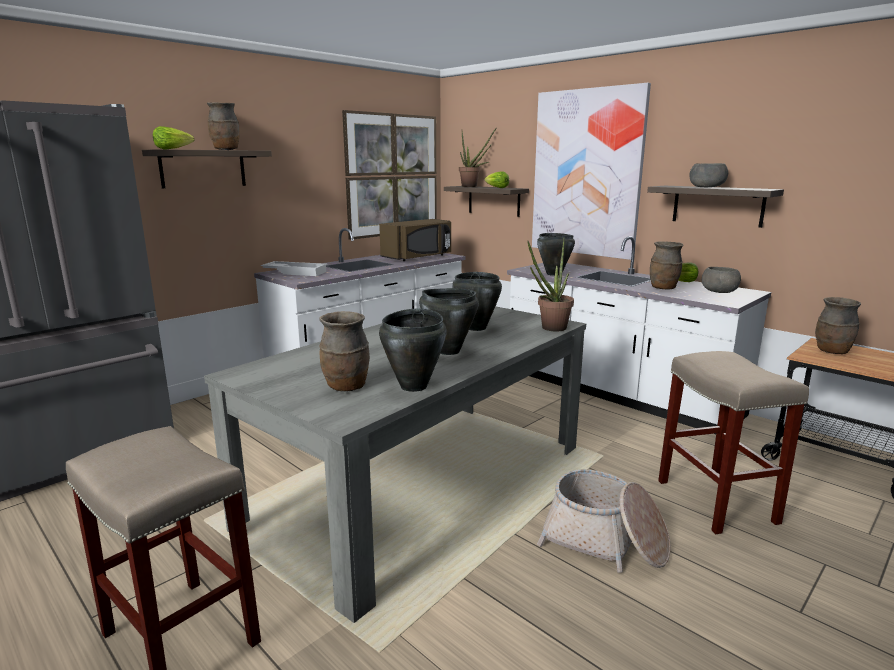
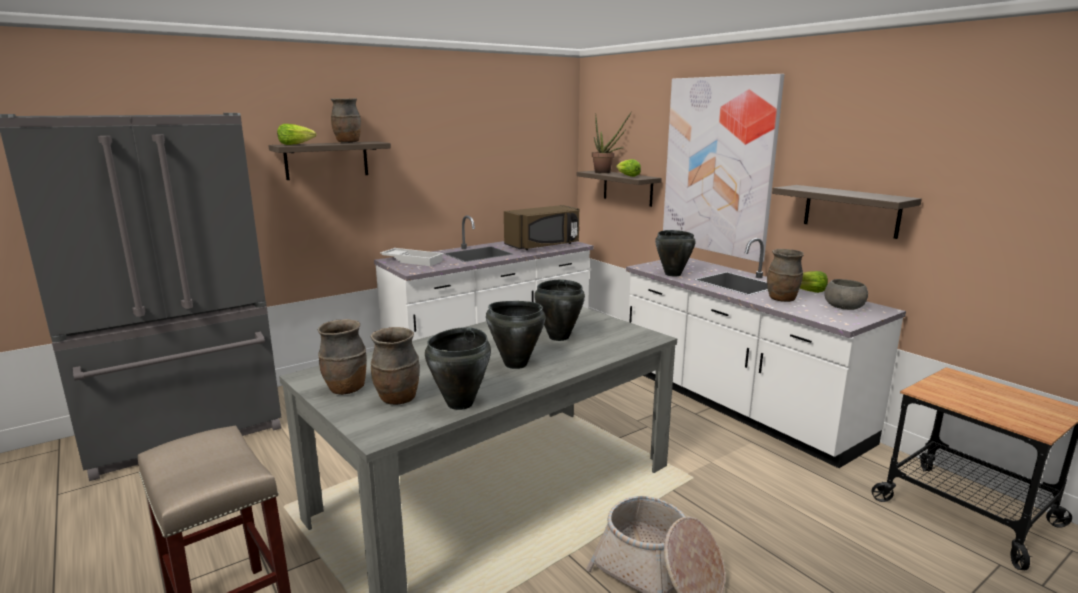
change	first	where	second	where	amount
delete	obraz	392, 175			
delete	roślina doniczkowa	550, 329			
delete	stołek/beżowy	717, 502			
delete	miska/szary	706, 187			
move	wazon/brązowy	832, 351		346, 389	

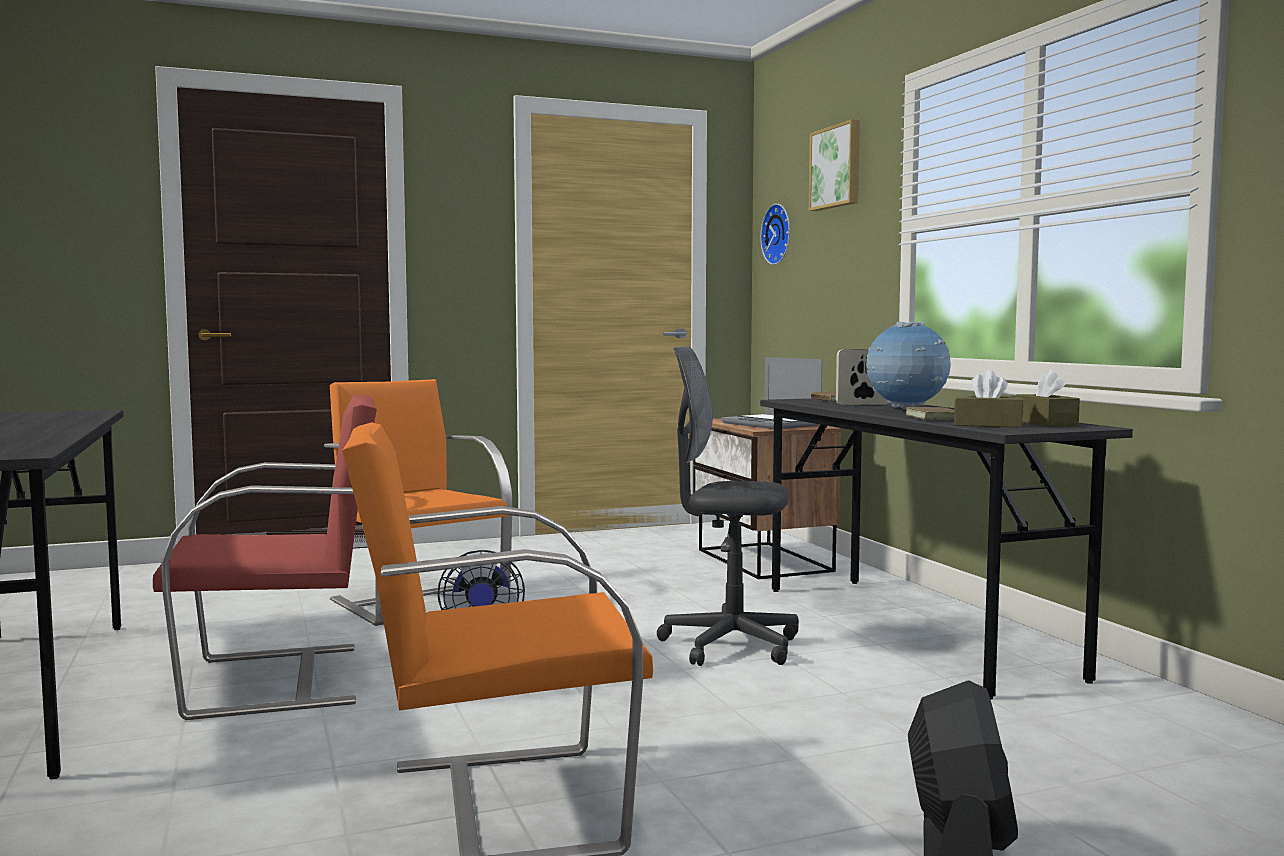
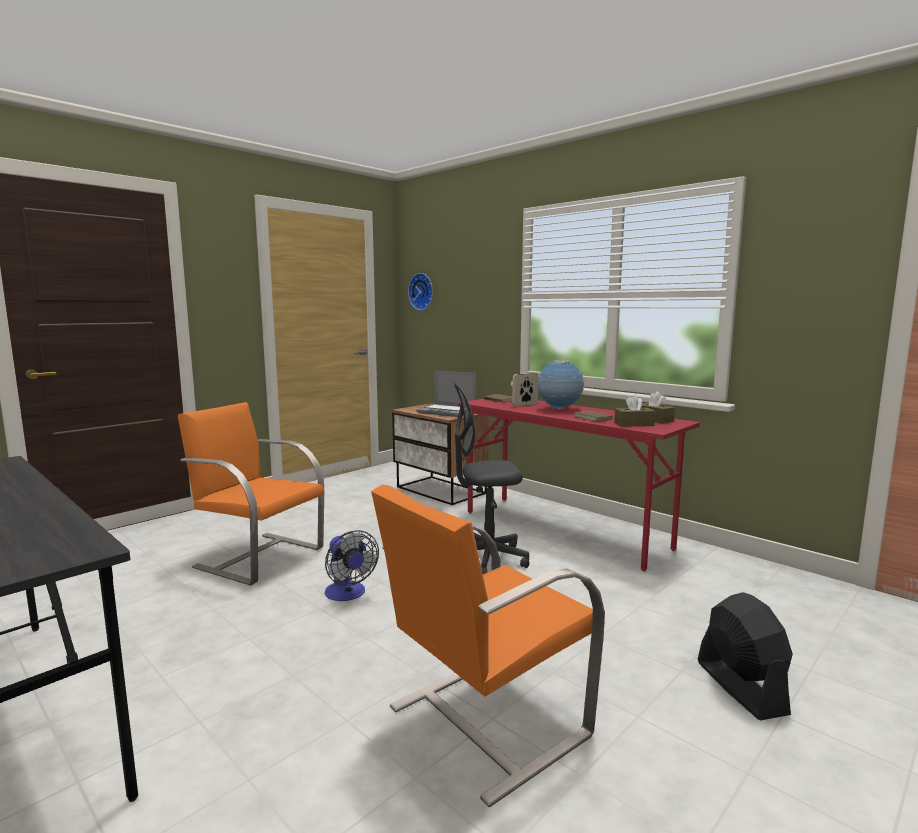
change	first	where	second	where	amount
delete	krzesło/czerwony	280, 680			
delete	obraz	837, 167			
recolor	biurko/szary	911, 630	biurko/czerwony	564, 530	

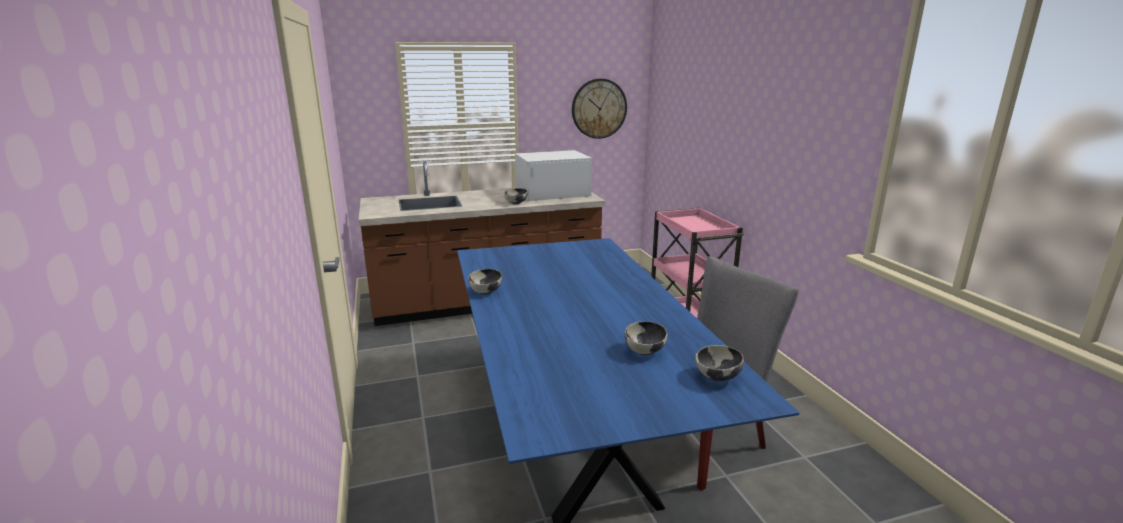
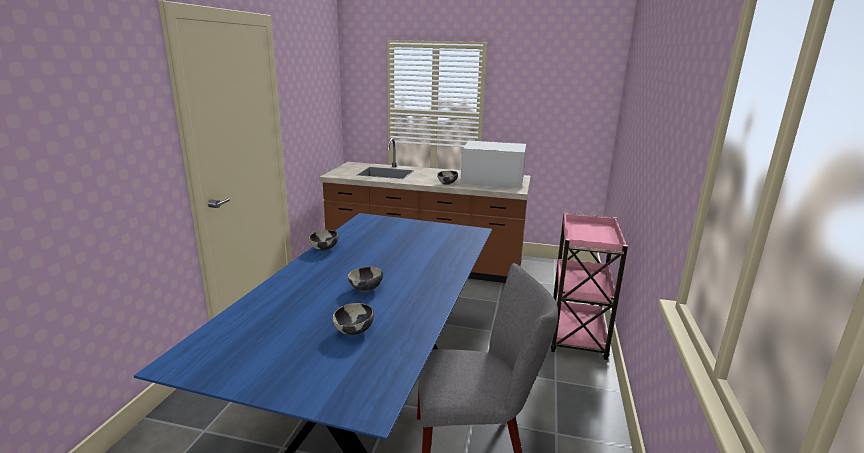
change	first	where	second	where	amount
delete	zegar ścienny	599, 108			
move	miska	717, 377		365, 289	

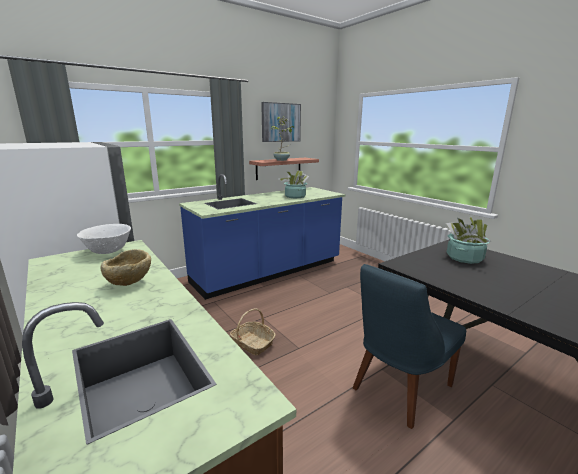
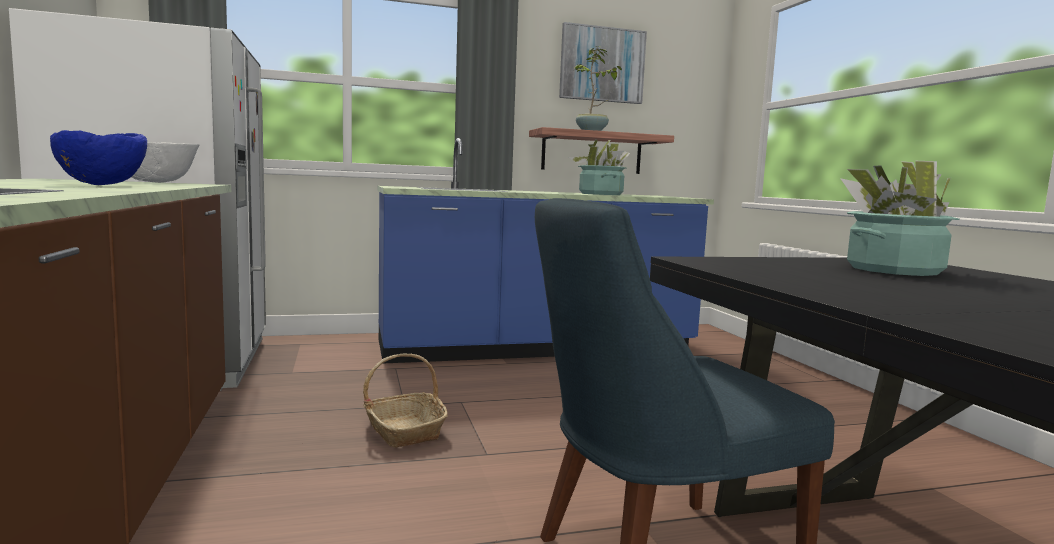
change	first	where	second	where	amount
recolor	miska/beżowy	130, 283	miska/niebieski	103, 185	

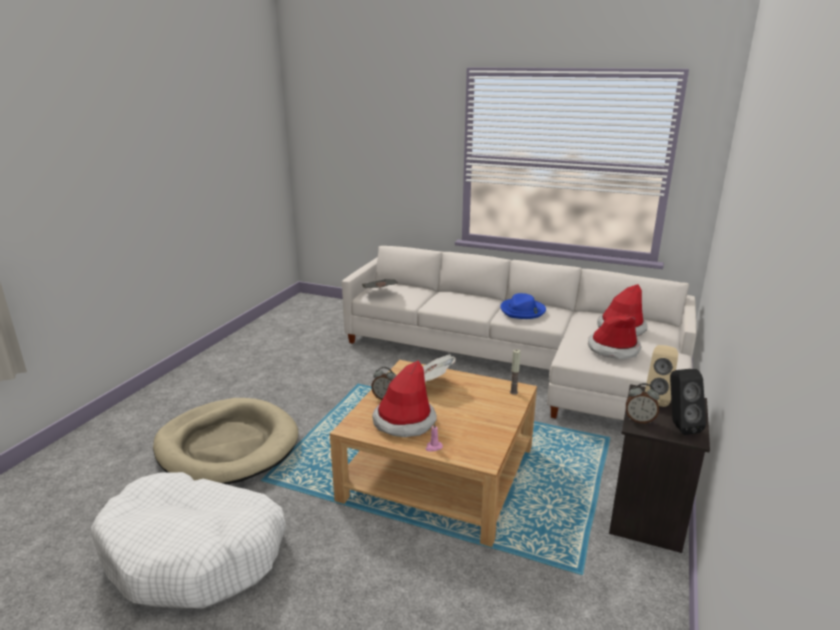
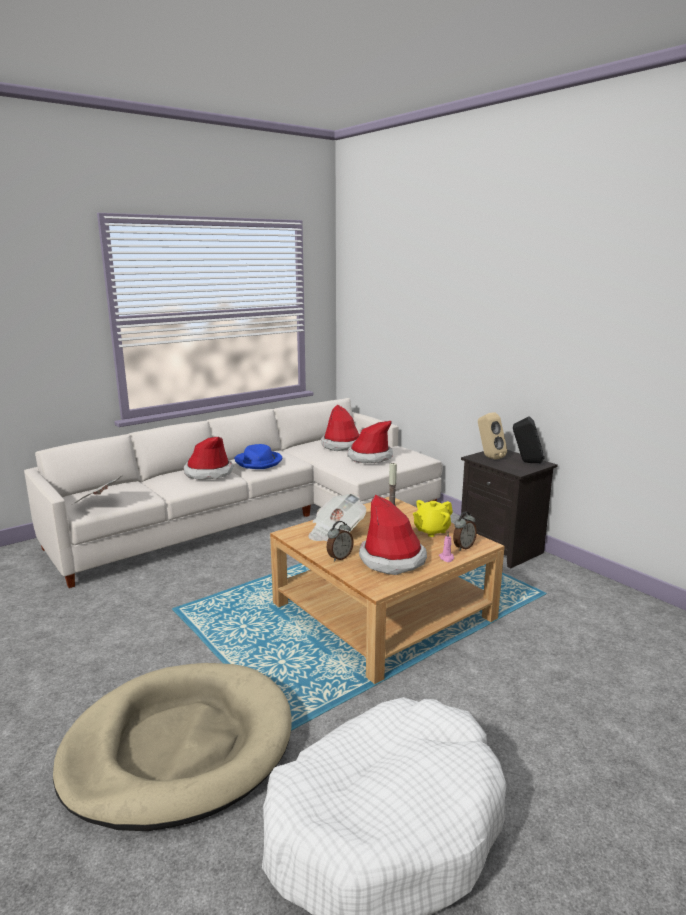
change	first	where	second	where	amount
insert			kapelusz	208, 473	
insert			imbryk/żółty	431, 530	
move	budzik	639, 420		463, 547	

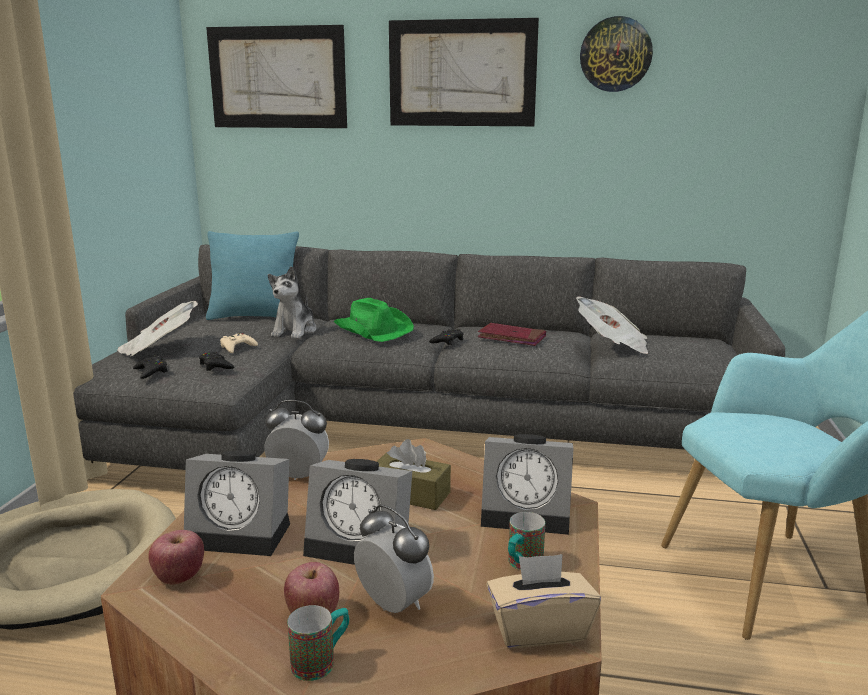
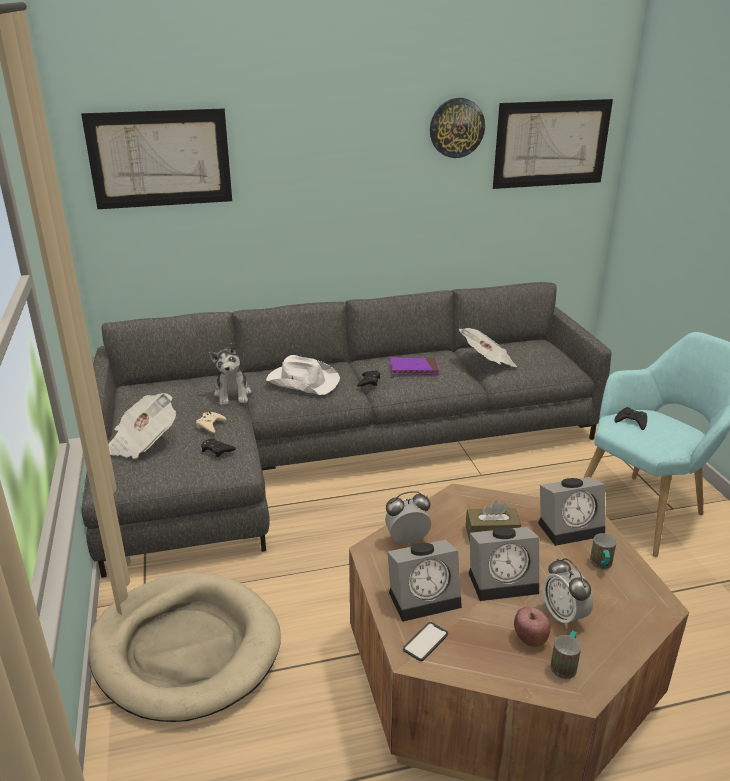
change	first	where	second	where	amount
delete	poduszka/turkusowy	255, 317			
delete	pudełko chusteczek/beżowy	539, 628			
move	pad do gier/czarny	151, 371		631, 421	
move	obraz	462, 73		551, 144	
replace	jabłko	179, 577	telefon	425, 642	
recolor	kapelusz/zielony	373, 329	kapelusz/biały	302, 381	
recolor	książka/czerwony	512, 338	książka/fioletowy	414, 369	
rotate	budzik	393, 605		563, 616	135 degrees counterclockwise

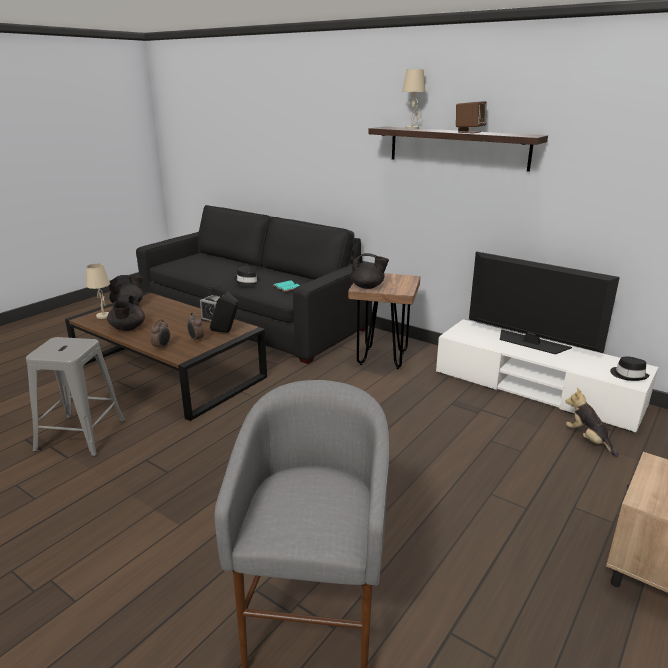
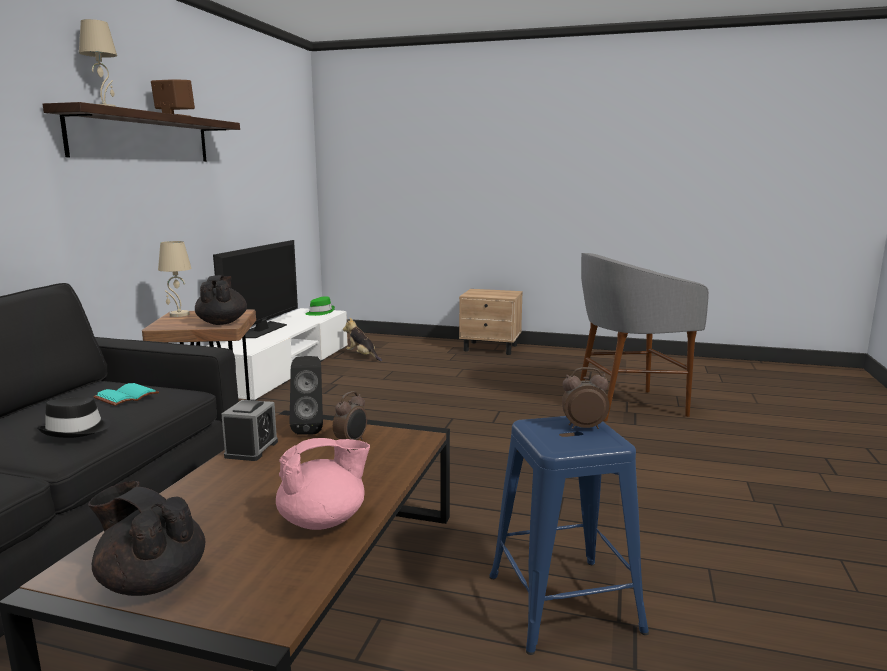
change	first	where	second	where	amount
move	lampa stołowa/beżowy	103, 316		179, 315	
move	budzik	162, 347		583, 427	
recolor	stołek/szary	81, 435	stołek/niebieski	563, 603	
recolor	imbryk/czarny	127, 328	imbryk/różowy	324, 521	
recolor	kapelusz/czarny	628, 375	kapelusz/zielony	320, 312	
rotate	pluszak	588, 440		362, 356	90 degrees clockwise

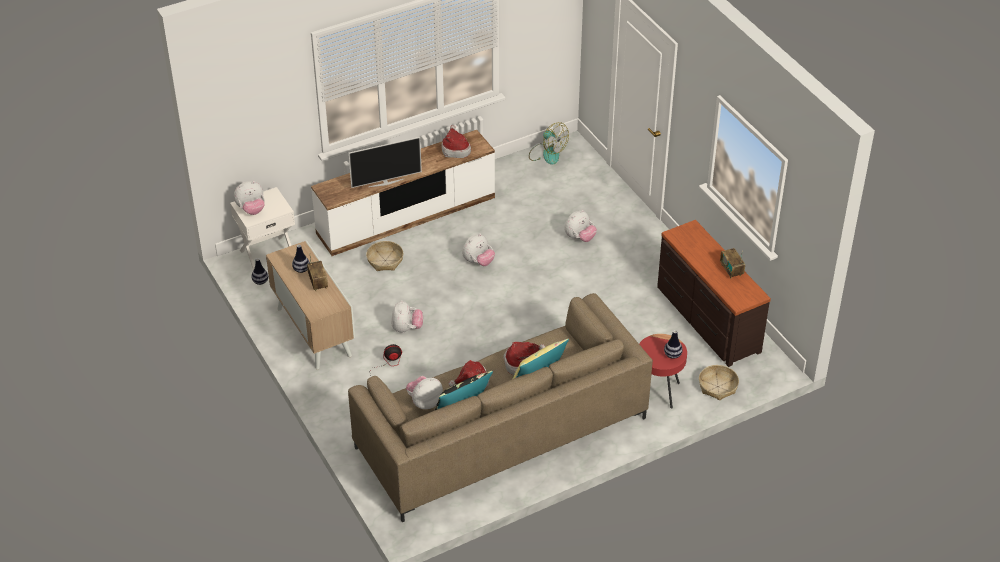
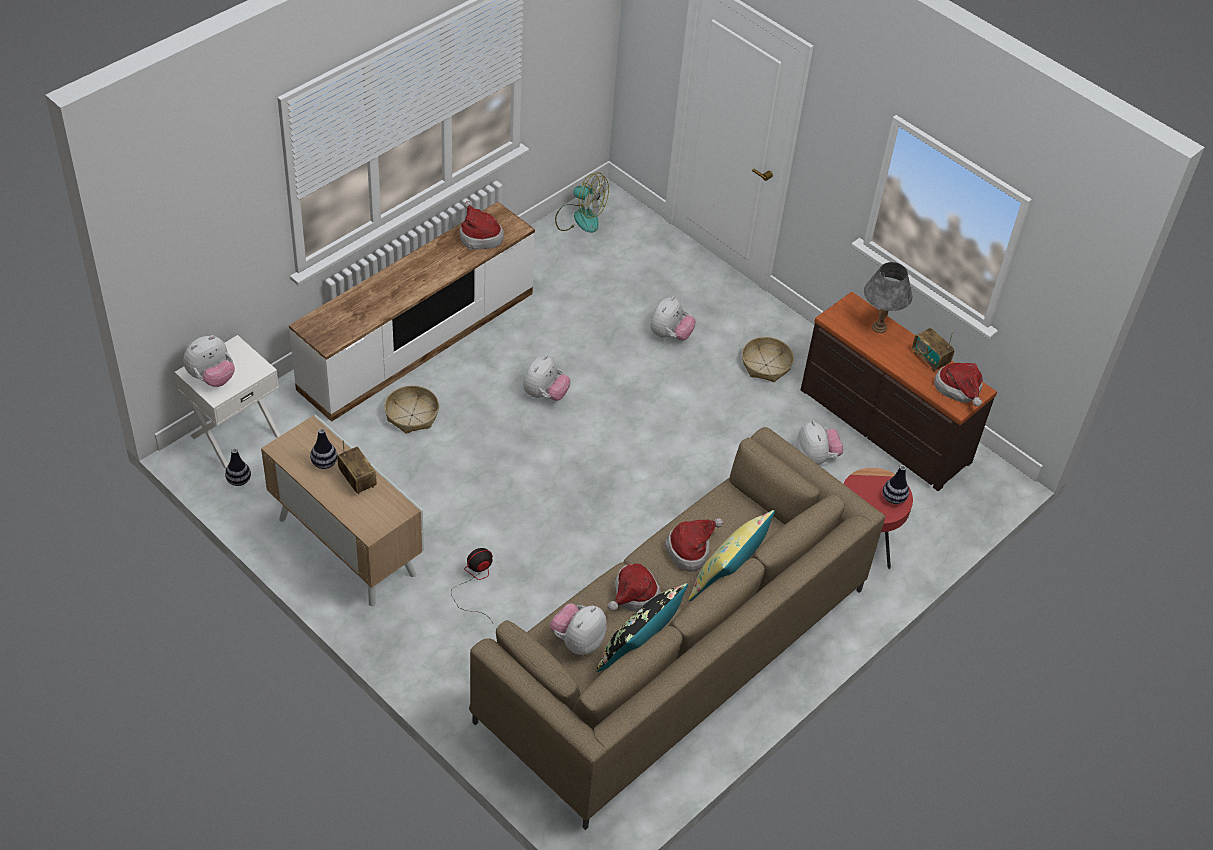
change	first	where	second	where	amount
delete	telewizor	385, 182			
insert			lampa stołowa/szary	879, 327	
insert			kapelusz	959, 391	
move	pluszak	407, 328		816, 457	
move	koszyk	717, 387		766, 365	

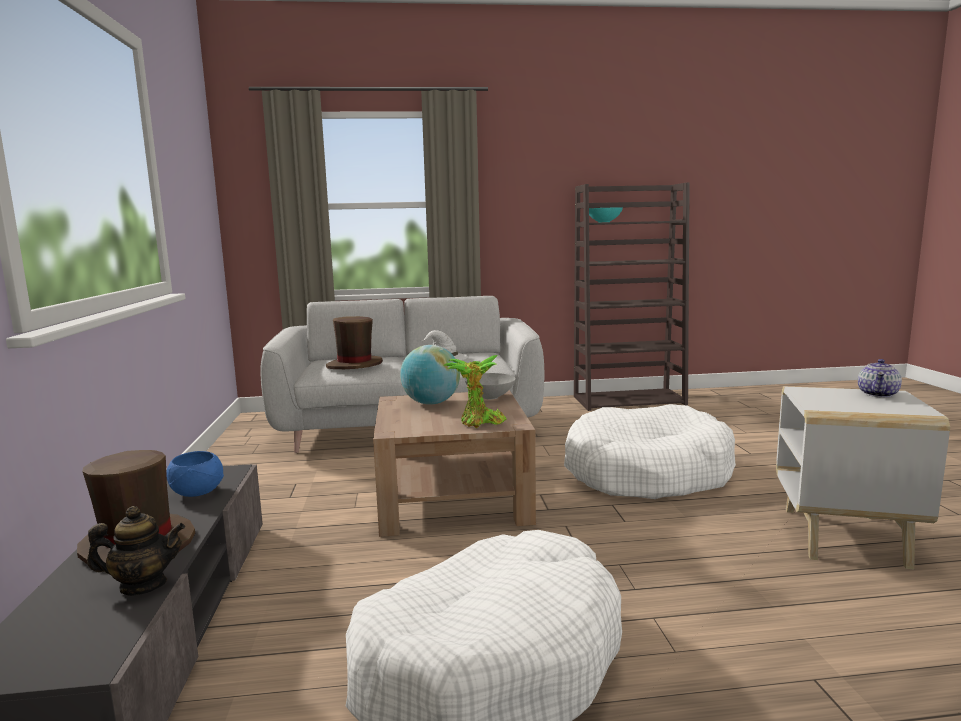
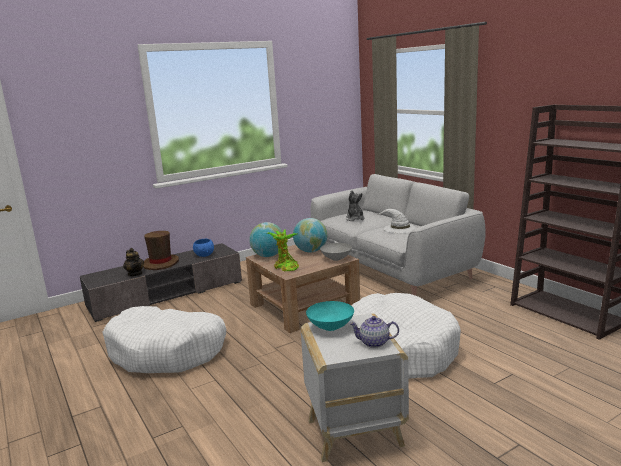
change	first	where	second	where	amount
insert			globus	268, 256	
move	miska/turkusowy	603, 222		330, 327	
replace	kapelusz/brązowy	354, 365	pluszak	355, 219	

